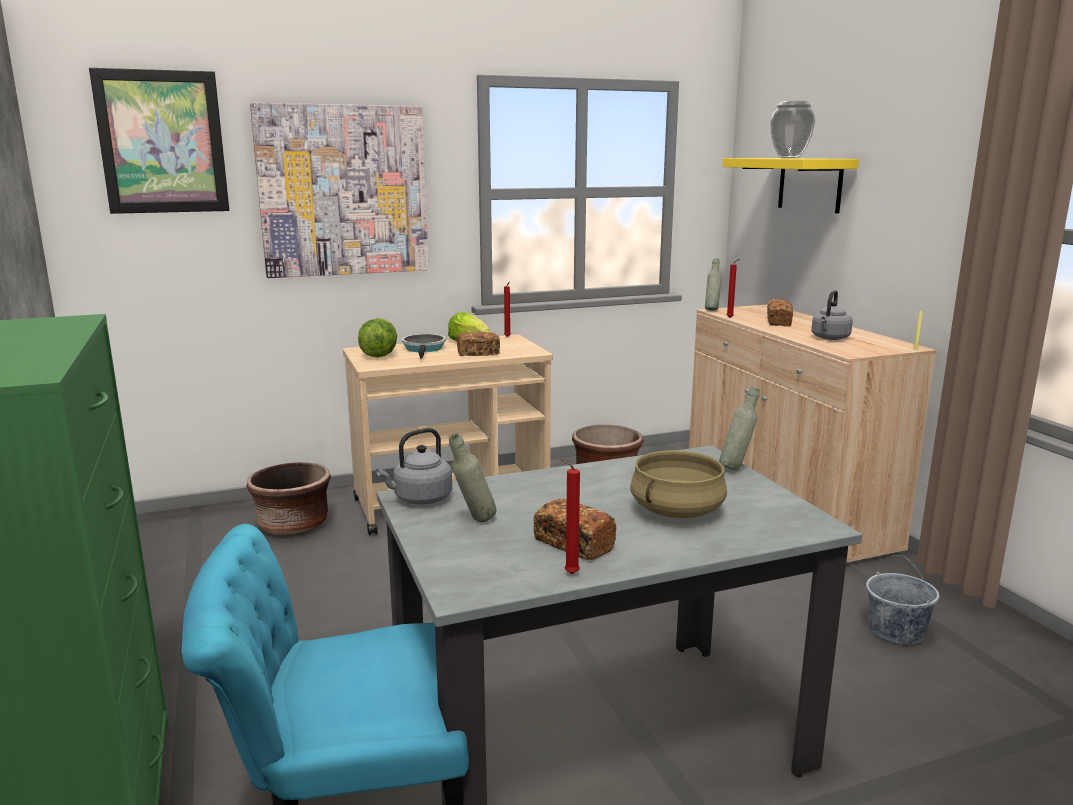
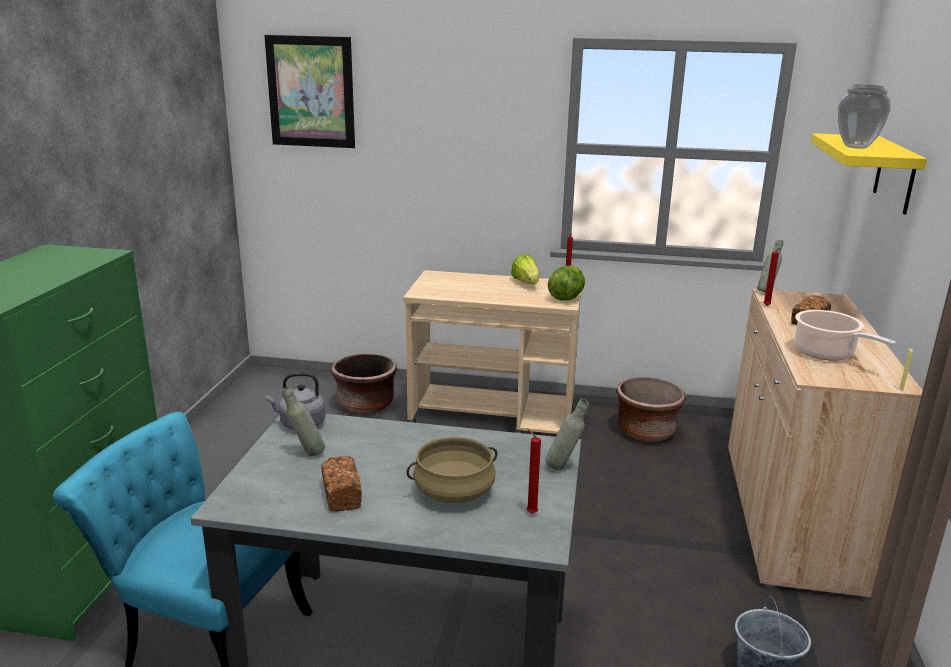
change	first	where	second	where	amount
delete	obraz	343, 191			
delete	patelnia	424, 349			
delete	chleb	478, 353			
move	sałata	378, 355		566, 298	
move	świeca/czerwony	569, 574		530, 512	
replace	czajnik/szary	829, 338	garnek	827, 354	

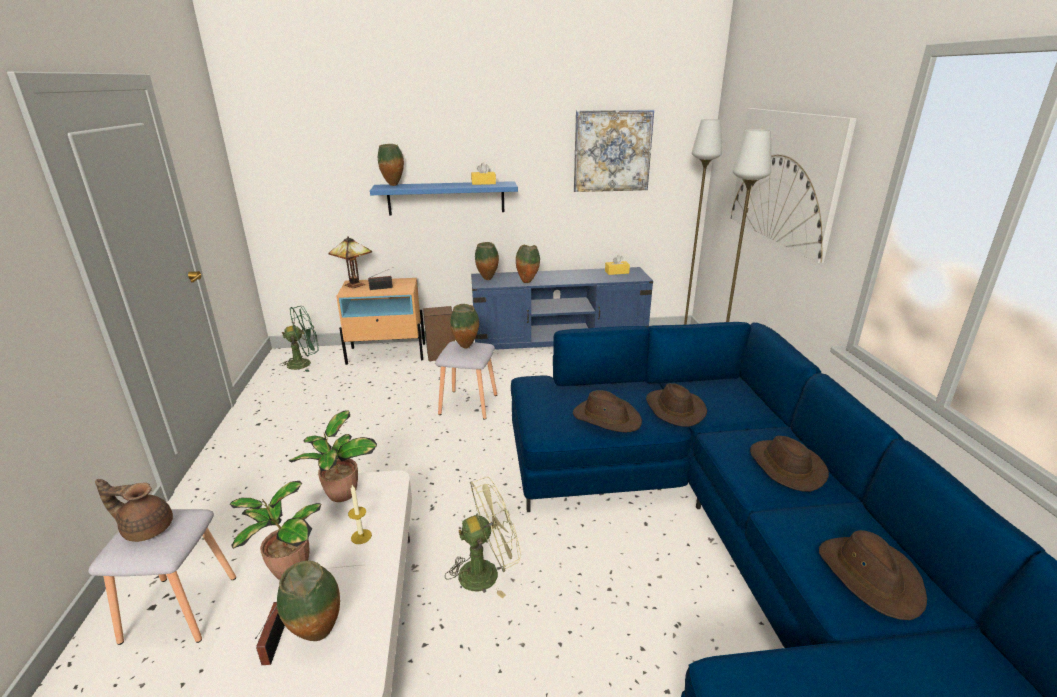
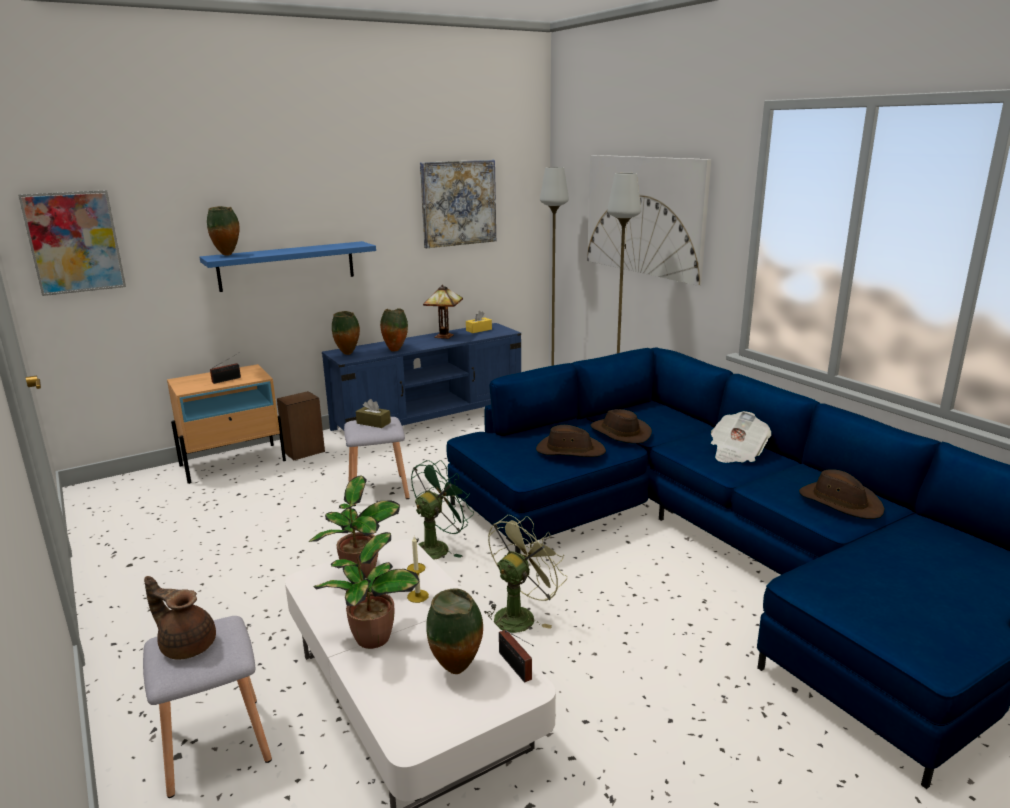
change	first	where	second	where	amount
delete	pudełko chusteczek/żółty	483, 183			
insert			obraz	74, 242	
move	radio	273, 644		516, 668	
move	wentylator/zielony	304, 363		436, 547	
move	lampa stołowa	356, 285		445, 336	
replace	wazon	466, 347	pudełko chusteczek/brązowy	373, 423	
replace	kapelusz/brązowy	785, 466	gazeta	736, 453	
rotate	imbryk/brązowy	146, 528		187, 645	45 degrees clockwise

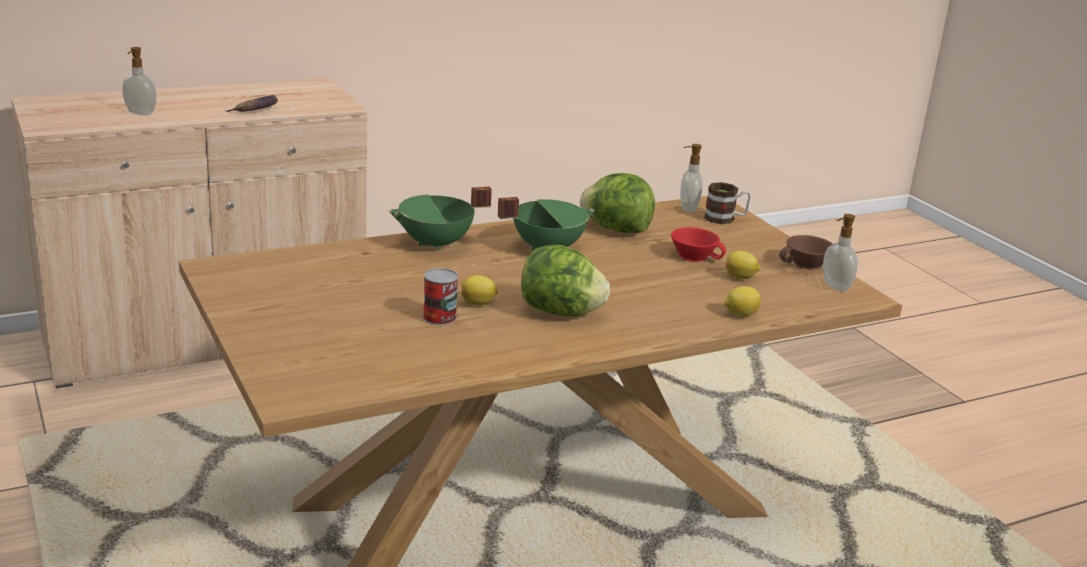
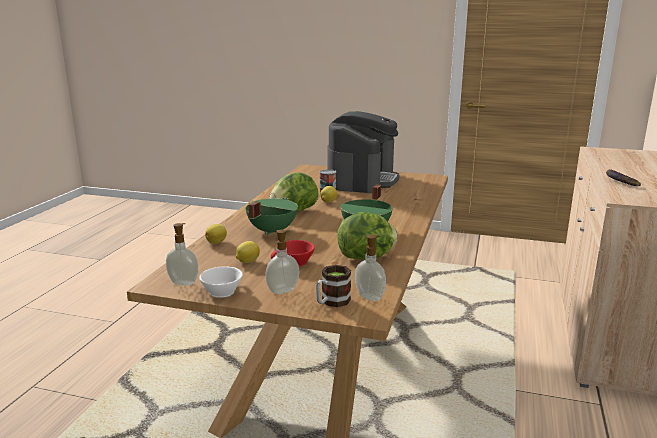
change	first	where	second	where	amount
insert			ekspres do kawy	362, 180	
move	dozownik mydła	140, 113		282, 290	
move	garnek/zielony	436, 244		271, 231	
recolor	filiżanka/brązowy	806, 264	filiżanka/biały	221, 291	

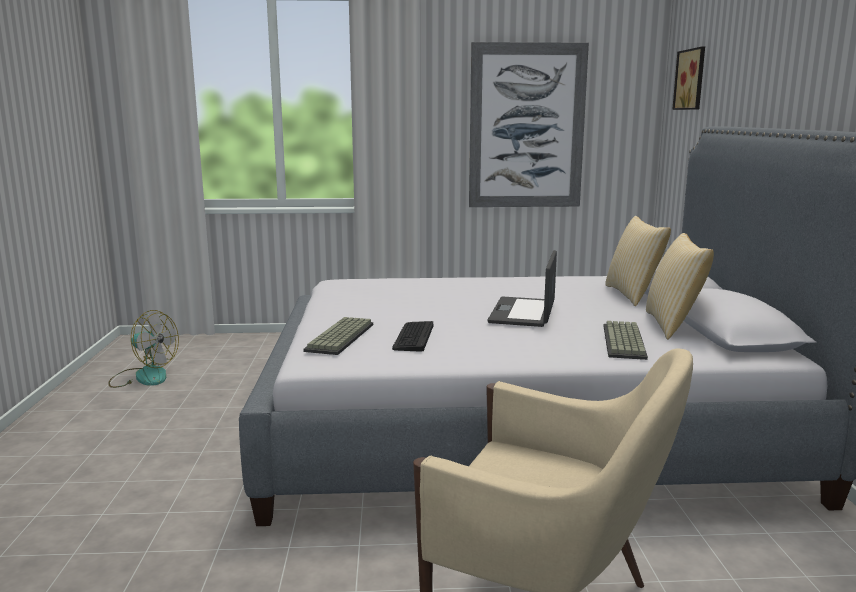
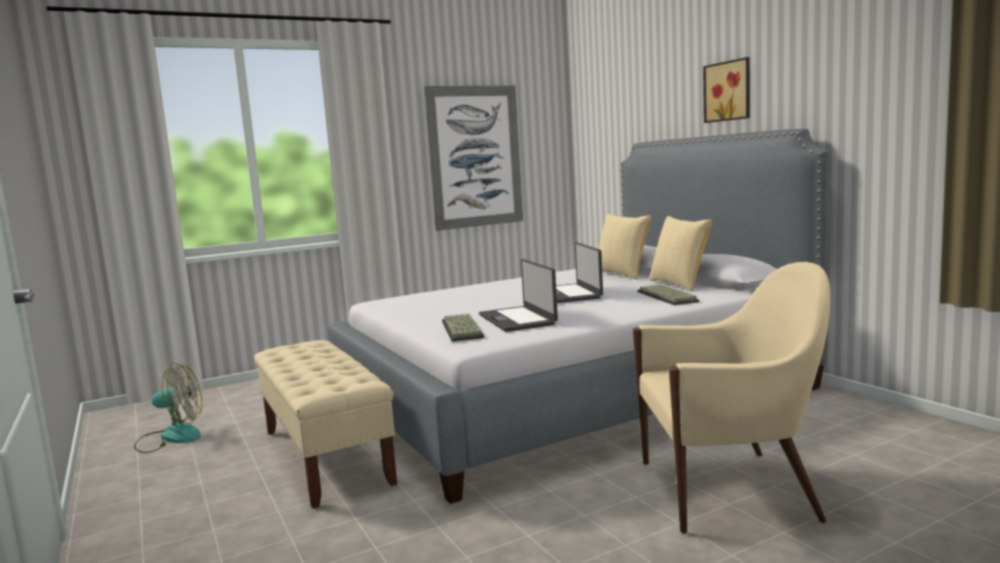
change	first	where	second	where	amount
insert			ławka/beżowy	326, 456	
move	obraz	692, 79		728, 91	
replace	klawiatura	413, 337	laptop	518, 319	

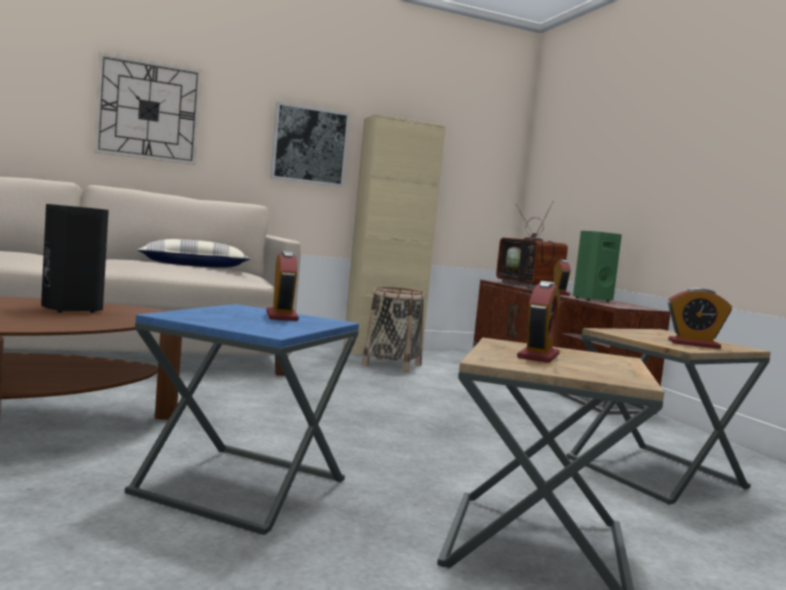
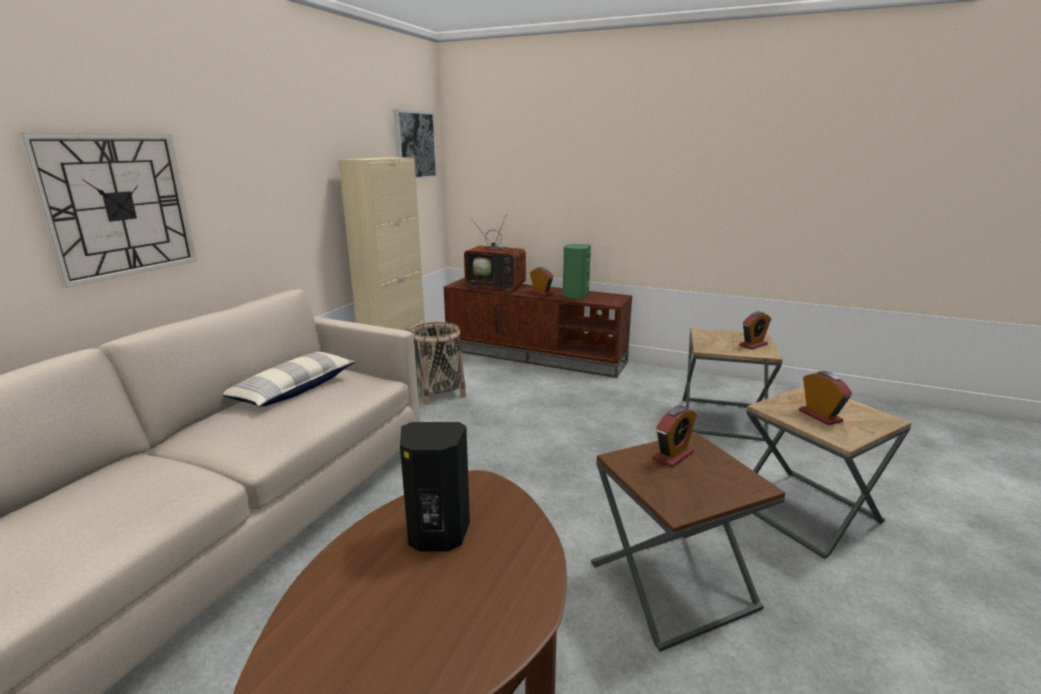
change	first	where	second	where	amount
move	obraz	309, 145		414, 145	
recolor	stolik/niebieski	241, 487	stolik/brązowy	672, 585	
rotate	budzik	281, 316		673, 456	105 degrees clockwise

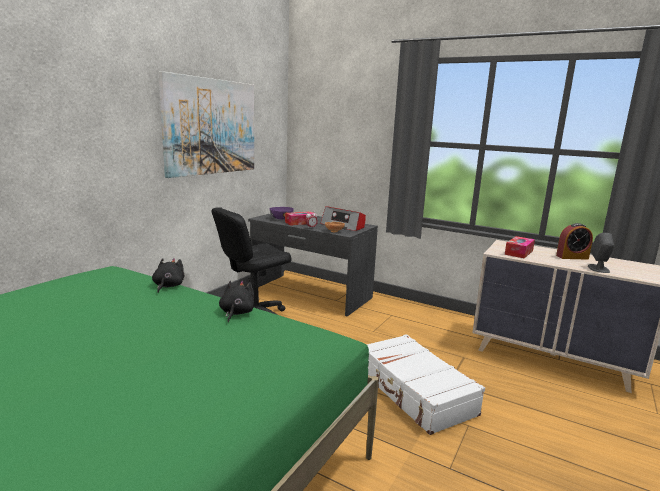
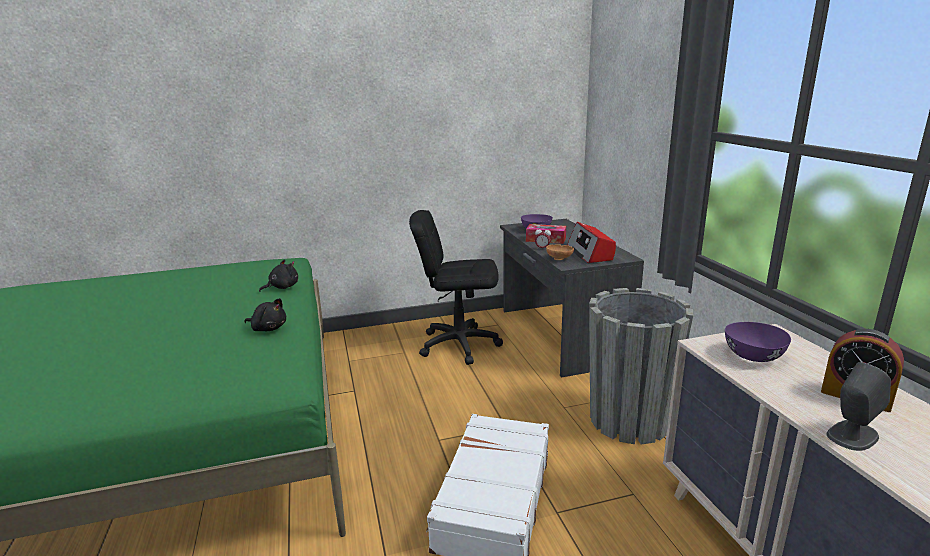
change	first	where	second	where	amount
delete	obraz	211, 127			
insert			donica/szary	629, 420	
replace	pudełko chusteczek	519, 252	miska/fioletowy	753, 356	
rotate	pluszak/czarny	236, 313		268, 328	60 degrees clockwise

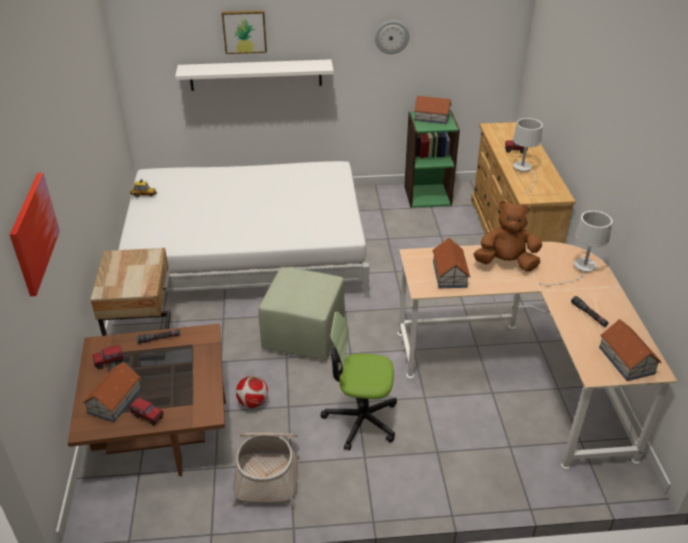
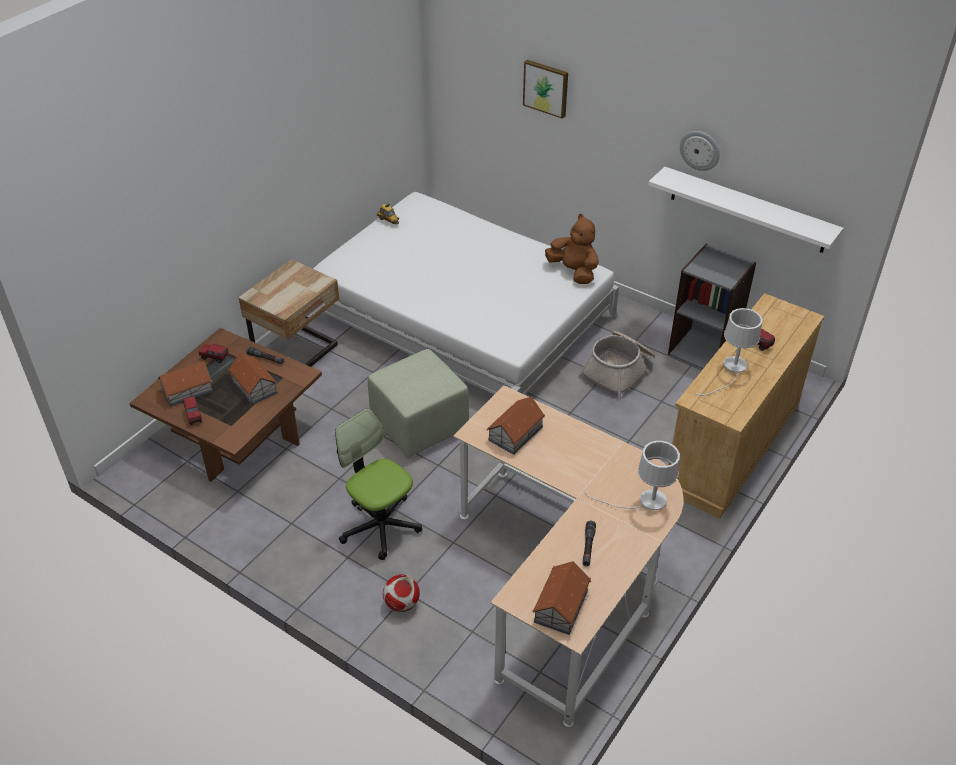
change	first	where	second	where	amount
delete	obraz	33, 232			
move	półka/biały	256, 75		747, 210	
move	koszyk	268, 472		619, 371	
move	piłka futbolowa	253, 402		401, 604	
move	domek	432, 118		254, 387	
move	pluszak/brązowy	506, 263		573, 271	
recolor	regał/zielony	427, 195	regał/szary	703, 350	

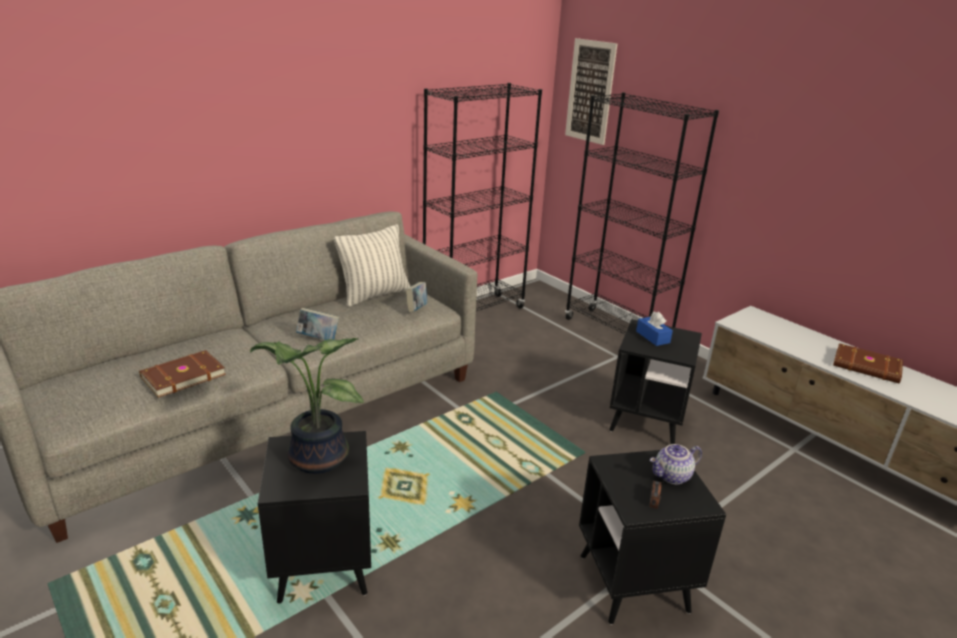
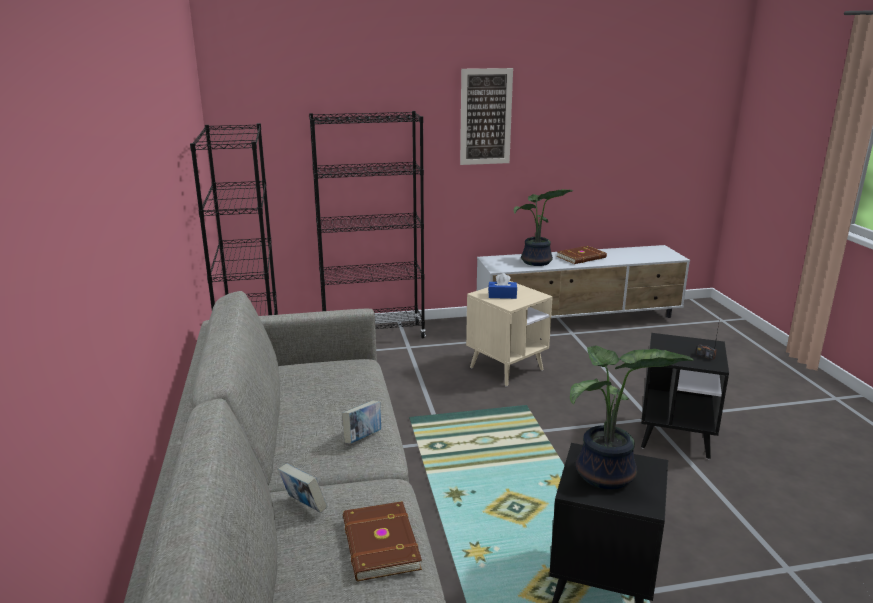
change	first	where	second	where	amount
delete	poduszka	374, 295			
delete	imbryk	672, 476			
insert			roślina doniczkowa	536, 262	
move	książka	416, 309		304, 506	
move	obraz	590, 91		485, 117	
recolor	stolik/czarny	645, 422	stolik/beżowy	506, 369	

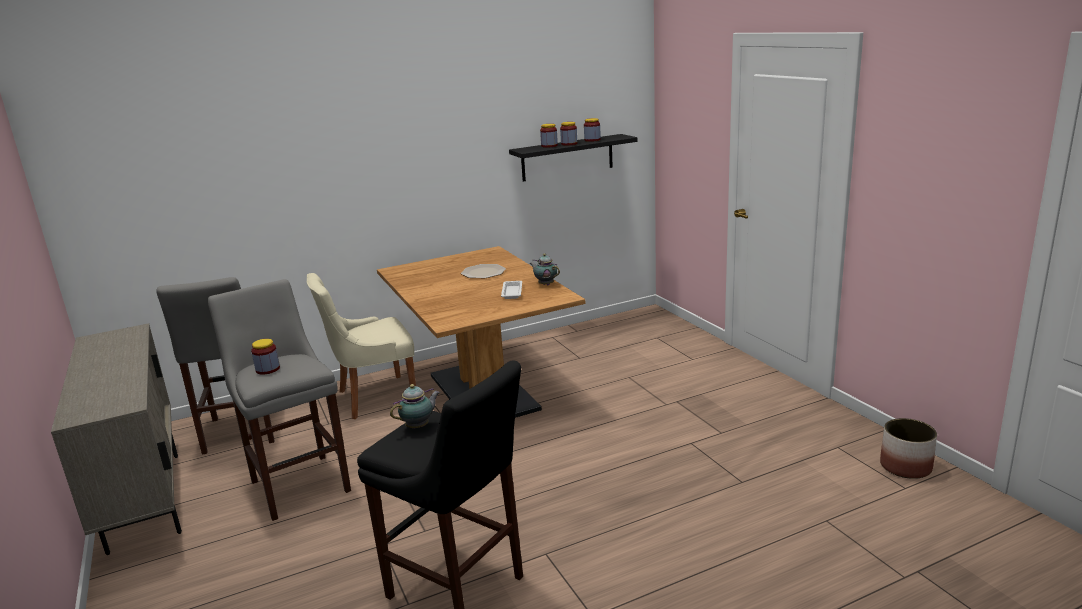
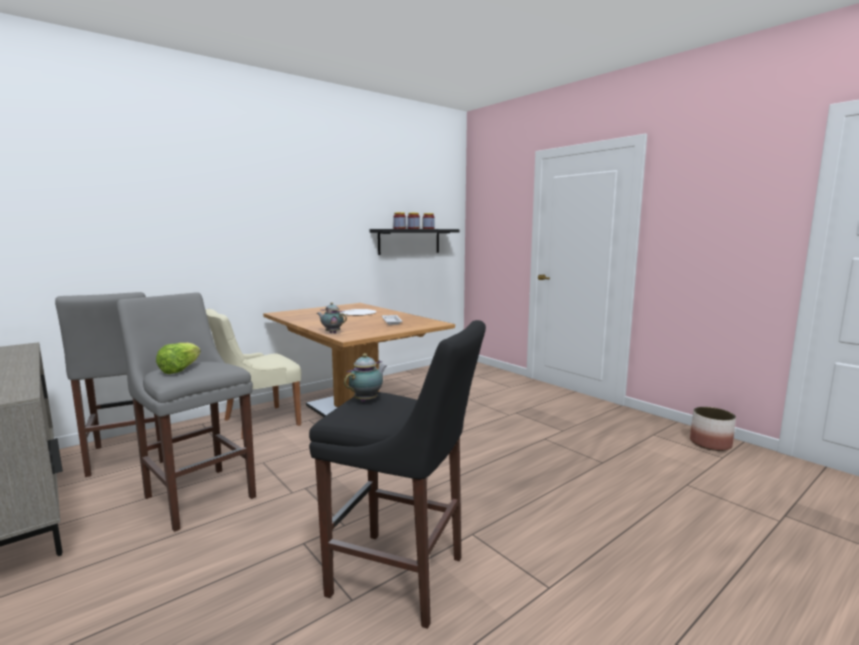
change	first	where	second	where	amount
move	imbryk	545, 284		332, 333	
replace	słoik	268, 369	sałata	180, 370	

